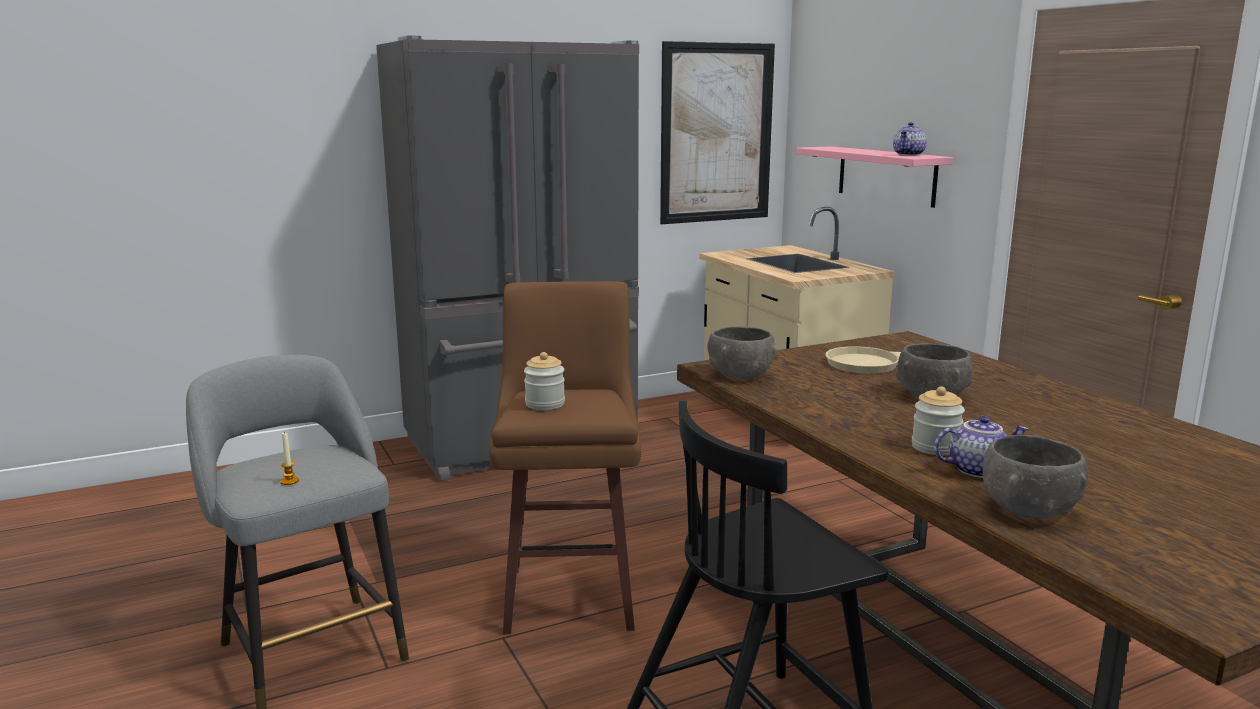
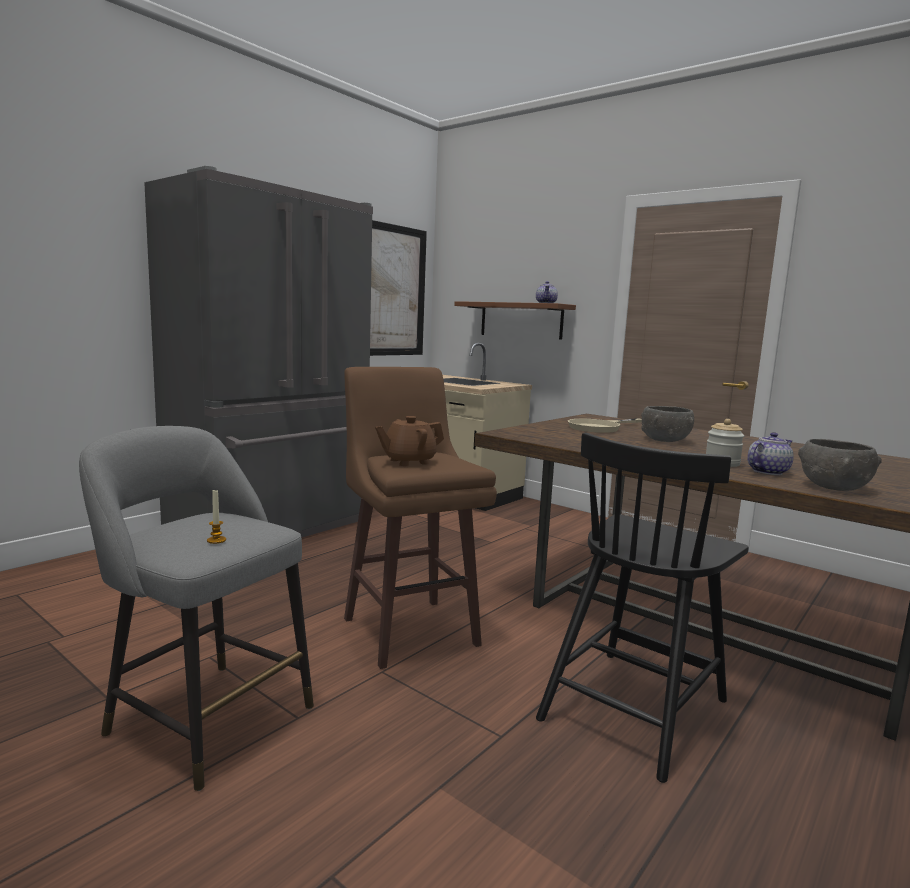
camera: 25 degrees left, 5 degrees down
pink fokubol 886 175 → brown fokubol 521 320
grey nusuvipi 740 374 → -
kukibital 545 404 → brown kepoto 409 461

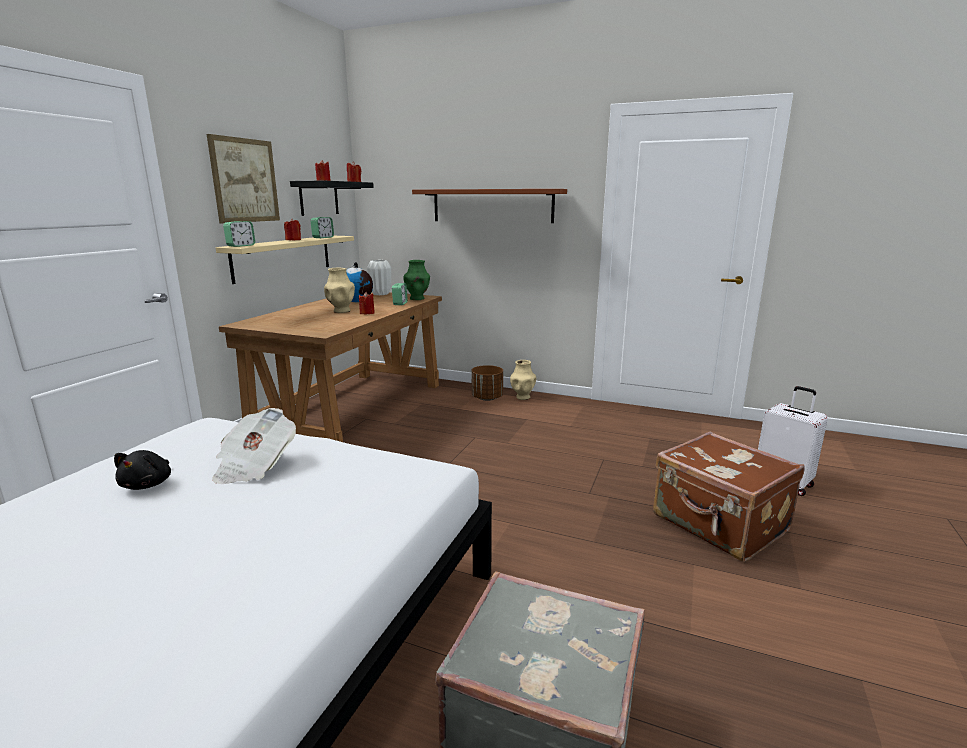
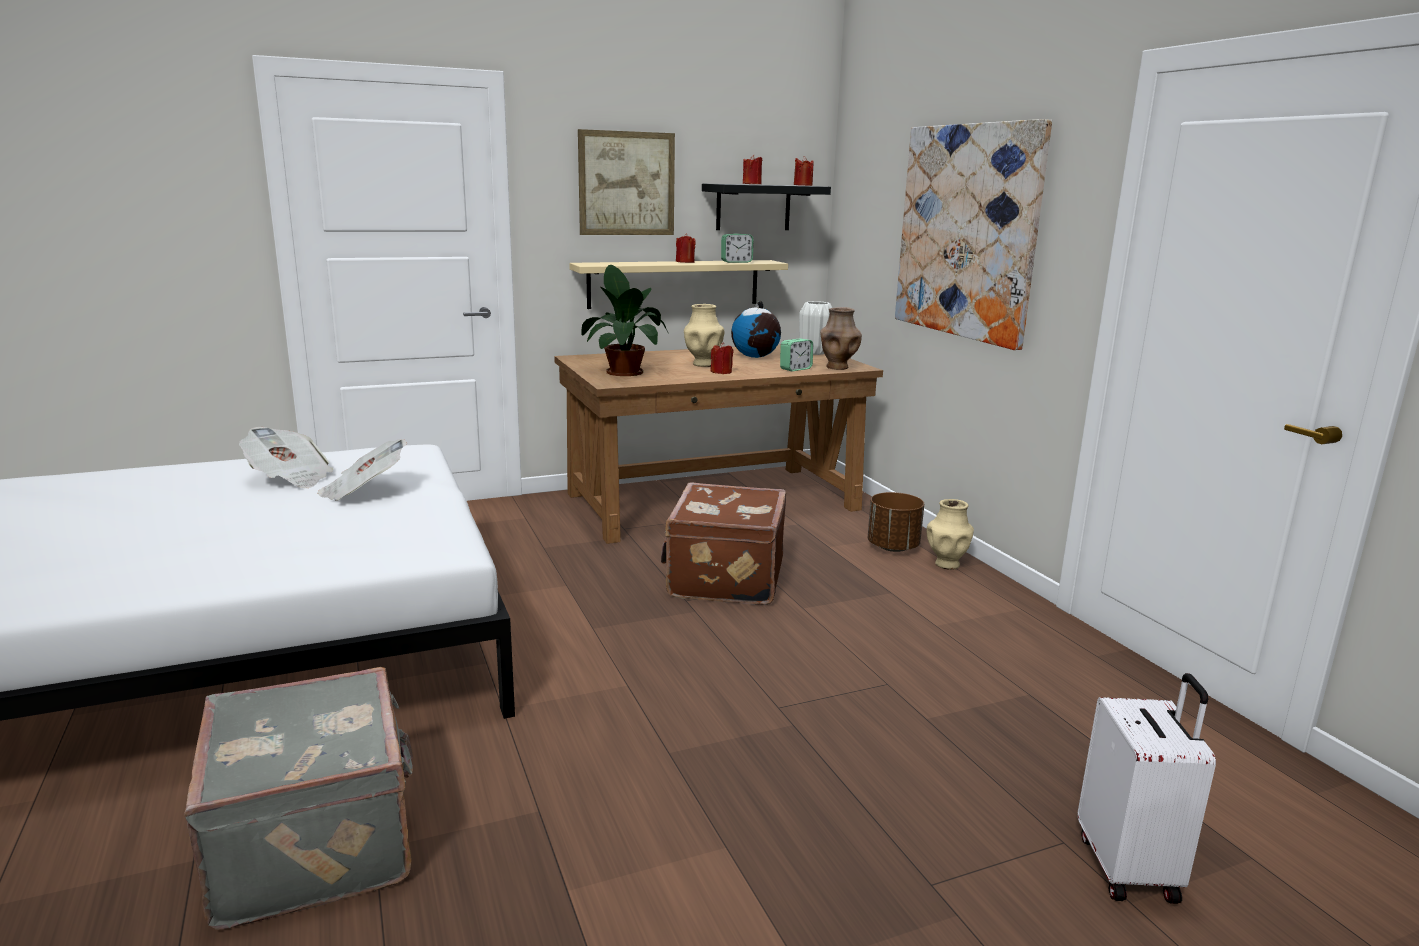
camera: 45 degrees right, 0 degrees up
brown fokubol 492 205 → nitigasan 967 232
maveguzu 241 246 → -
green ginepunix 417 299 → brown ginepunix 837 367
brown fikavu 719 524 → brown fikavu 723 579, moved
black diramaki 148 484 → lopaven 290 478
- → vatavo 624 371

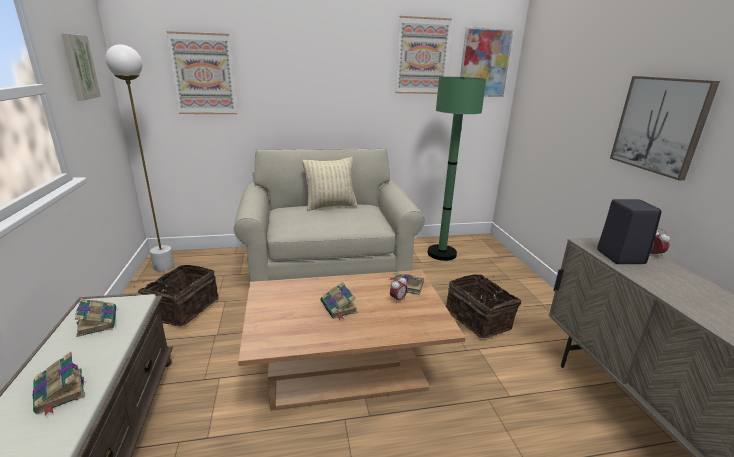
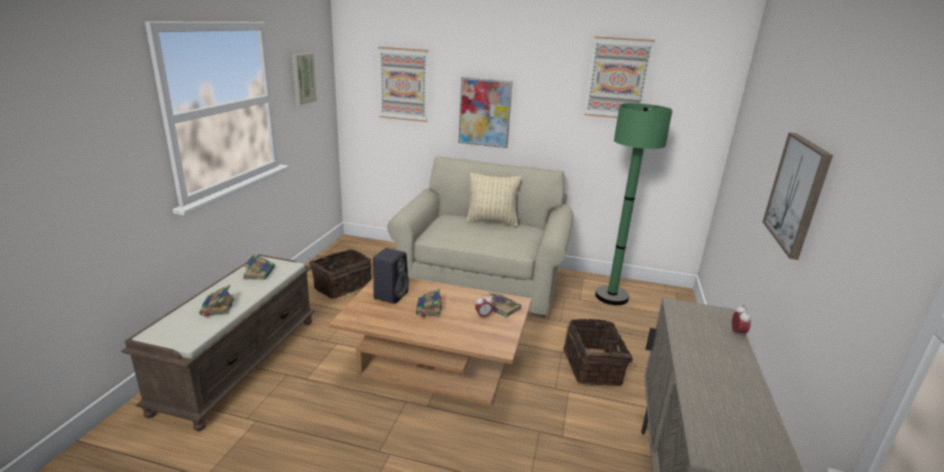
camera: 25 degrees right, 0 degrees up
nitigasan 484 63 → nitigasan 485 112, moved
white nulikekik 164 267 → -
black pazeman 619 256 → black pazeman 391 295, moved

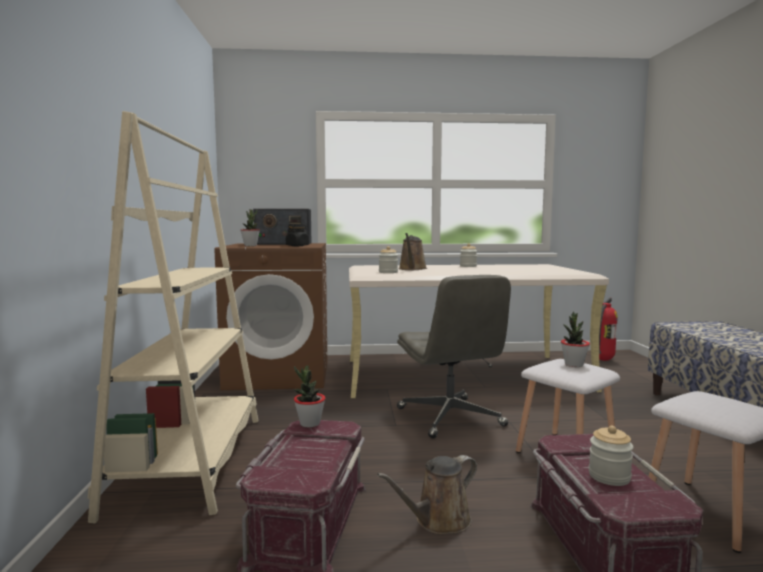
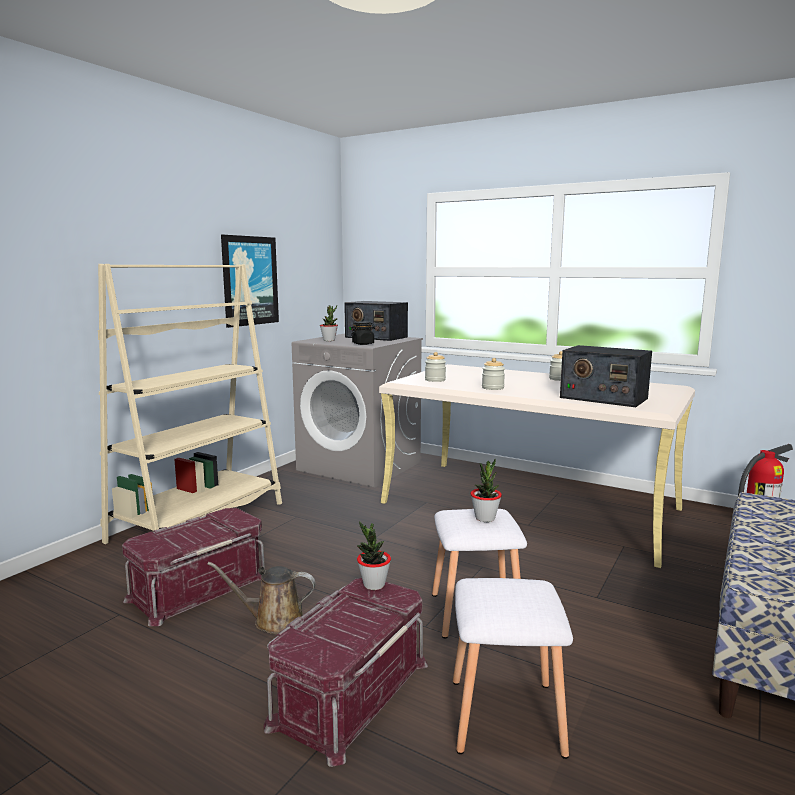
camera: 35 degrees right, 5 degrees up
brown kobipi 412 269 → -
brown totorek 280 374 → grey totorek 360 466
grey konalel 450 417 → -
vatavo 309 424 → vatavo 374 585, moved
kukibital 609 476 → kukibital 493 388, moved
- → nitigasan 249 281
- → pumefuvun 603 398

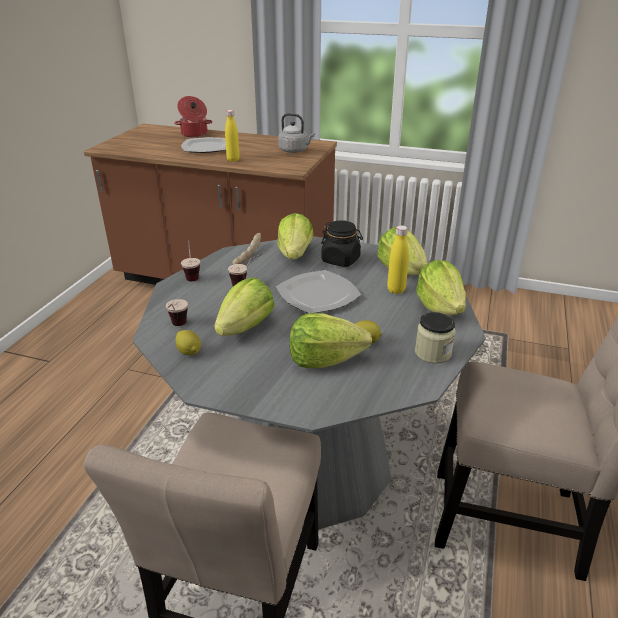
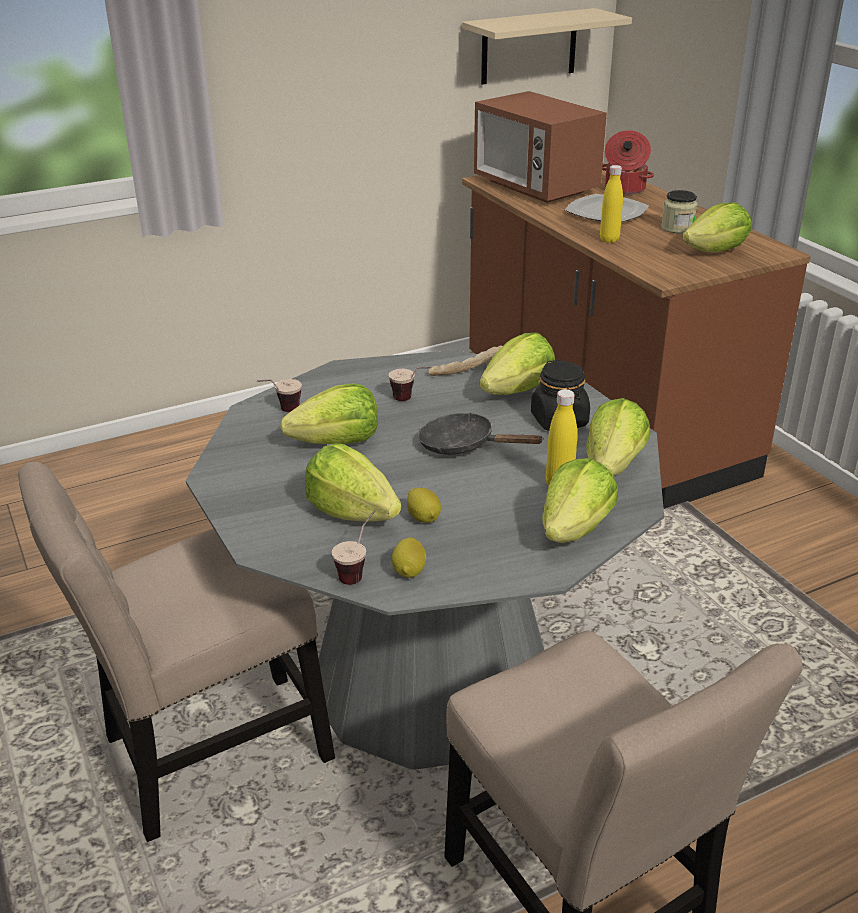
camera: 45 degrees right, 0 degrees up
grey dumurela 295 151 → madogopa 716 251
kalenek 192 275 → kalenek 359 570, moved
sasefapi 318 294 → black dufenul 464 445
kukibital 433 353 → kukibital 677 228, moved
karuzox 189 352 → karuzox 409 571, moved
- → beige fokubol 529 46
- → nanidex 535 187

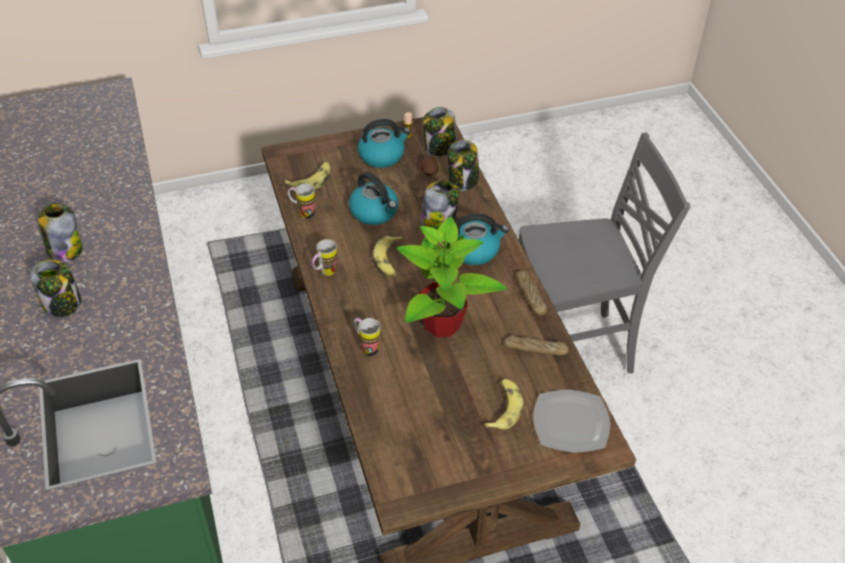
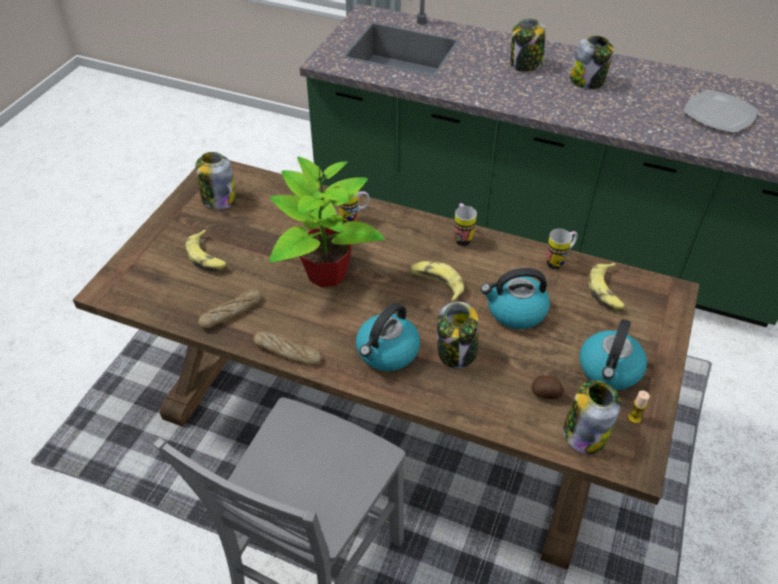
camera: 130 degrees right, 0 degrees up
kukibital 463 180 → kukibital 218 199, moved
sasefapi 571 423 → sasefapi 718 114, moved

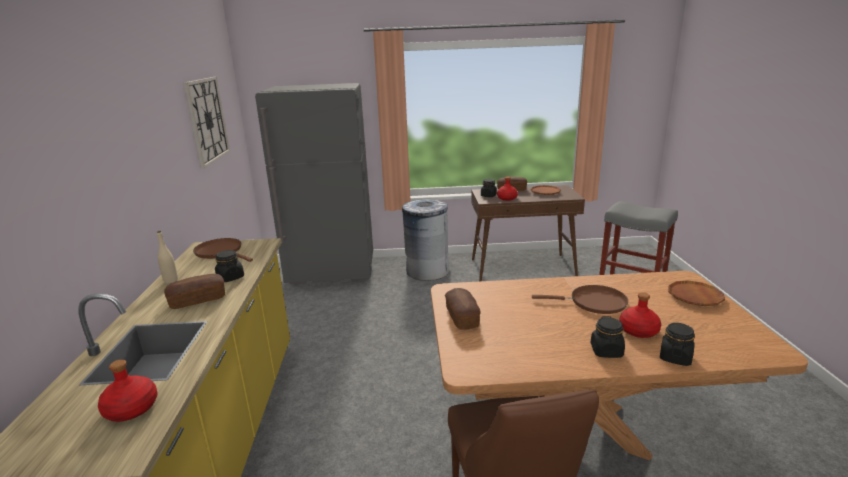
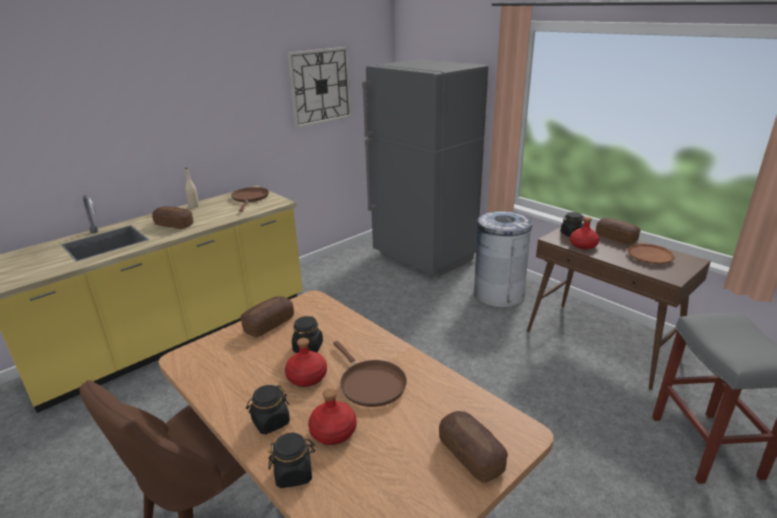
camera: 50 degrees right, 5 degrees up
black kukibital 230 277 → black kukibital 308 347, moved
brown sasefapi 695 297 → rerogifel 470 455
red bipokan 132 409 → red bipokan 307 377, moved

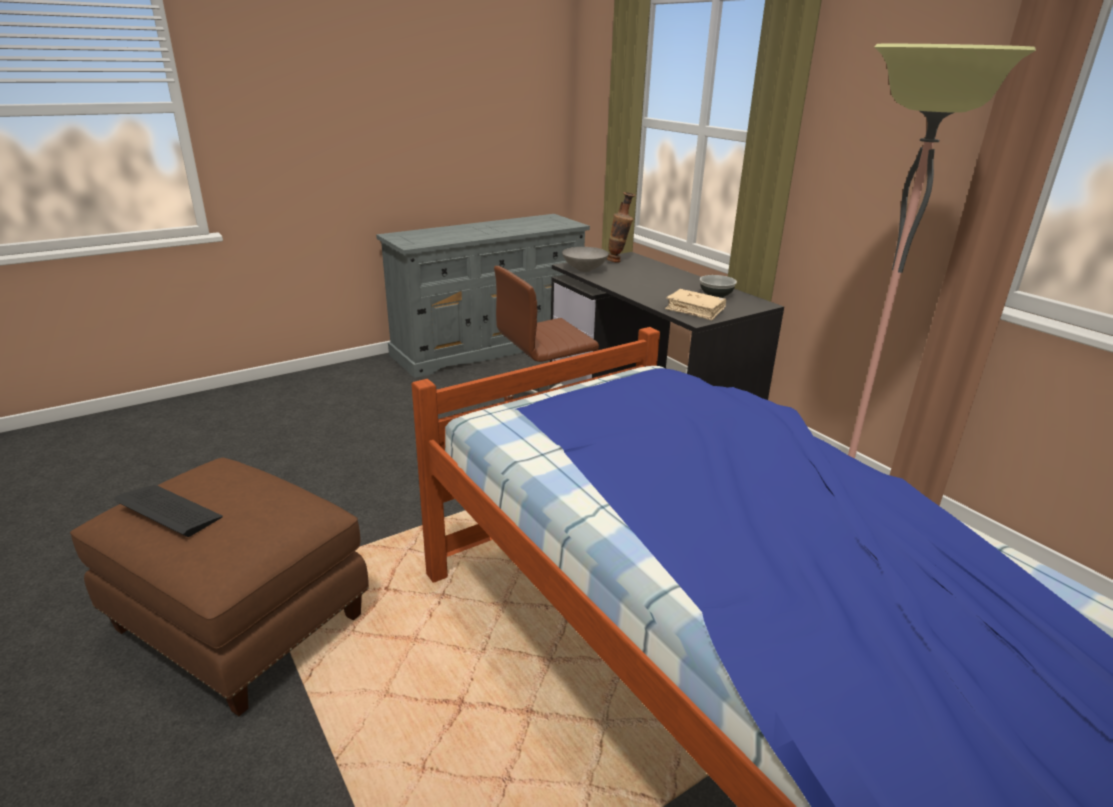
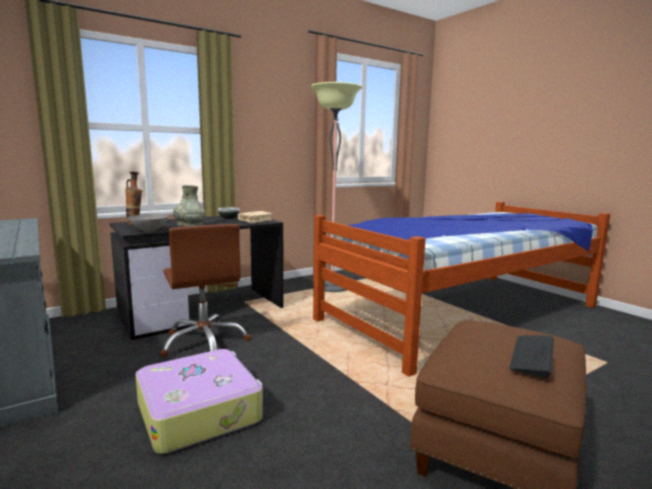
camera: 90 degrees left, 15 degrees down
- → grey ginepunix 189 225
- → fikavu 200 411

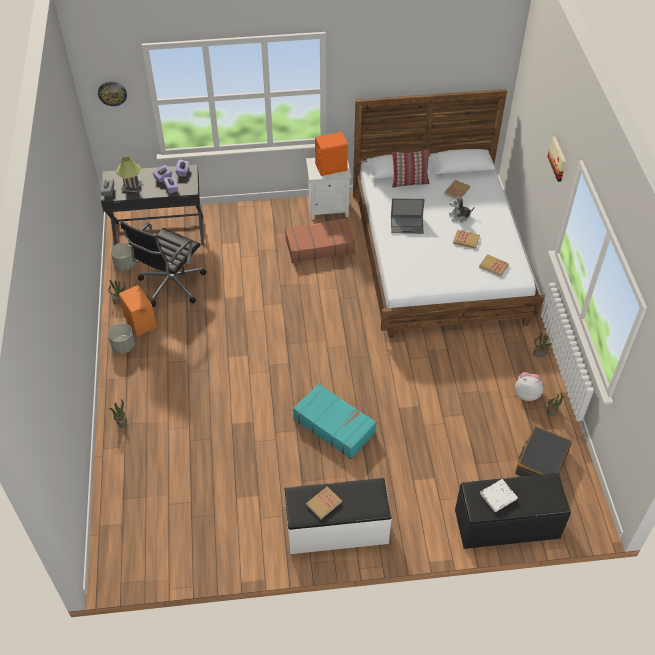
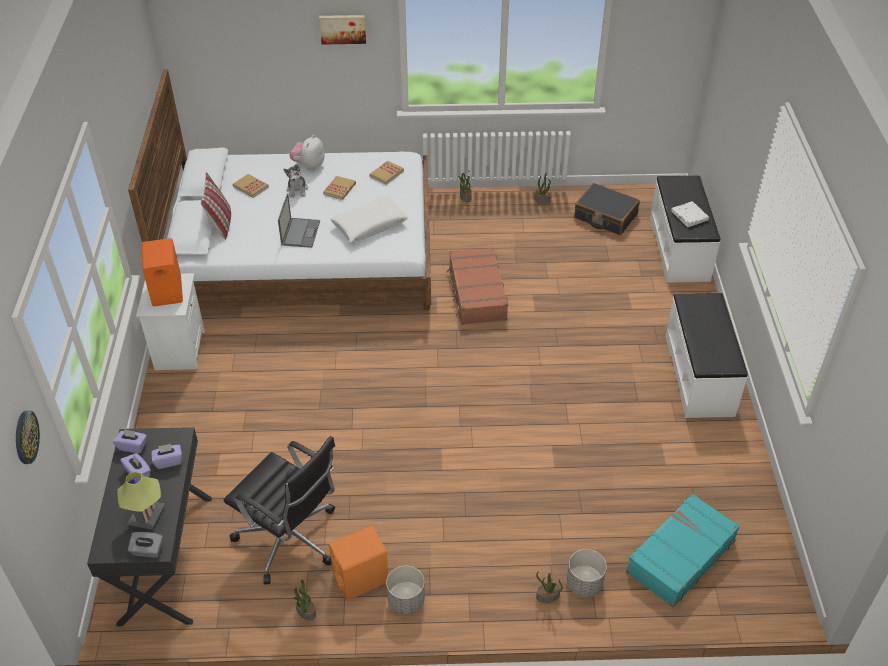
camera: 85 degrees left, 5 degrees down
brown fikavu 319 246 → brown fikavu 476 294, moved
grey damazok 125 265 → grey damazok 584 584, moved
diramaki 526 393 → diramaki 309 165, moved
turquoise fikavu 334 425 → turquoise fikavu 679 556, moved
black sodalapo 507 524 → white sodalapo 680 248
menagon 323 503 → -
- → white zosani 369 225

